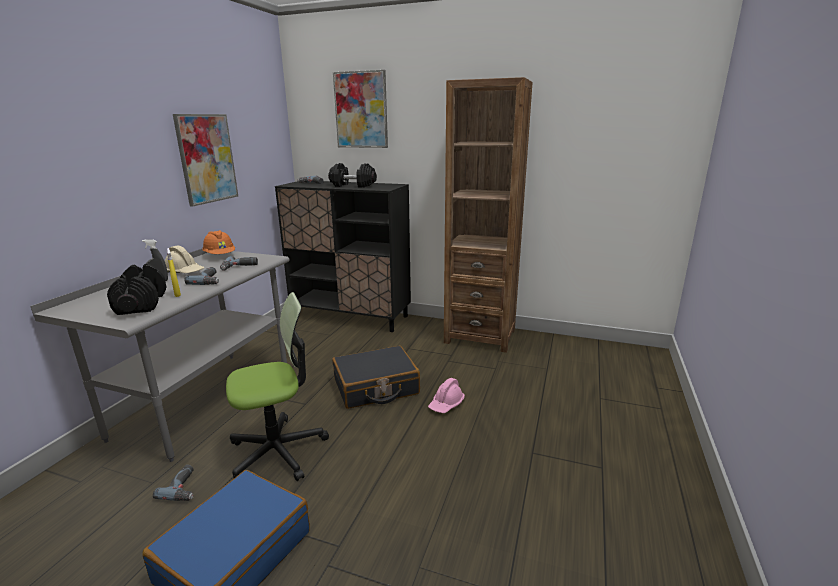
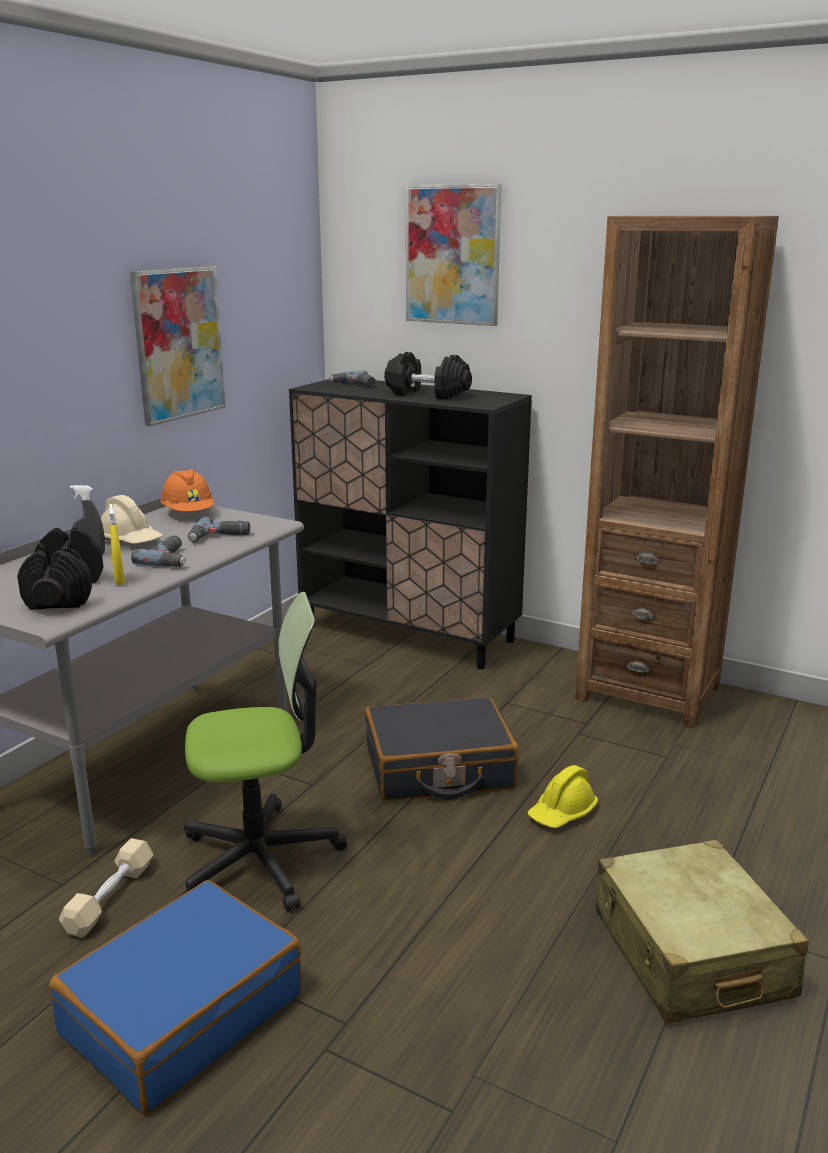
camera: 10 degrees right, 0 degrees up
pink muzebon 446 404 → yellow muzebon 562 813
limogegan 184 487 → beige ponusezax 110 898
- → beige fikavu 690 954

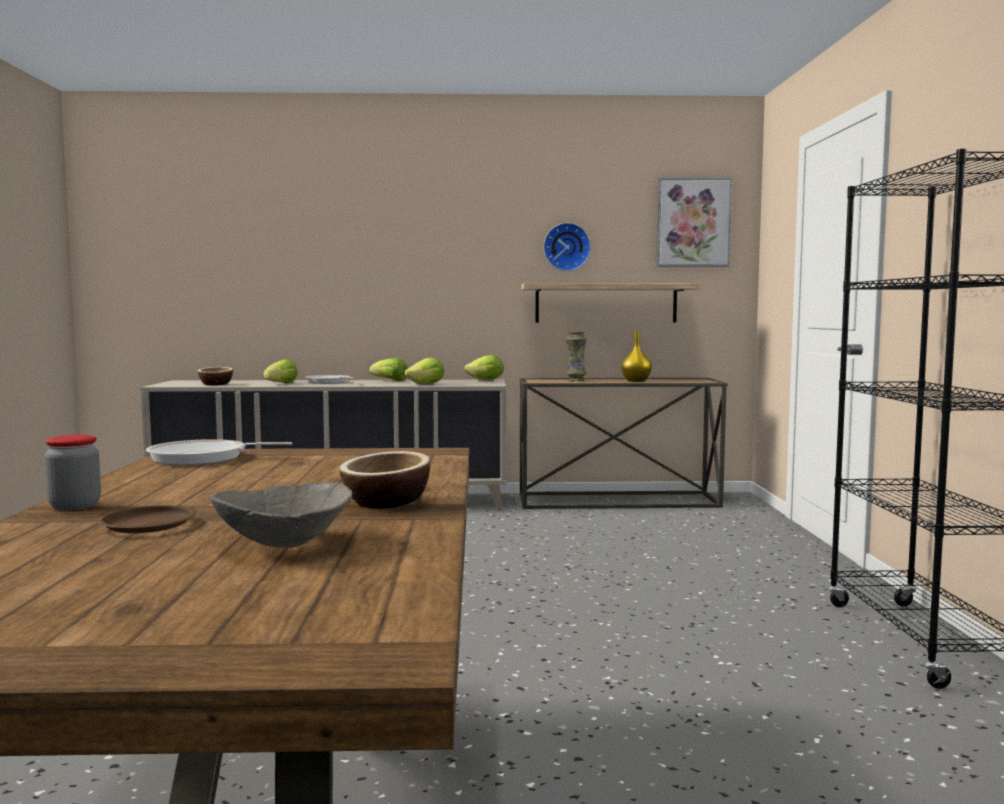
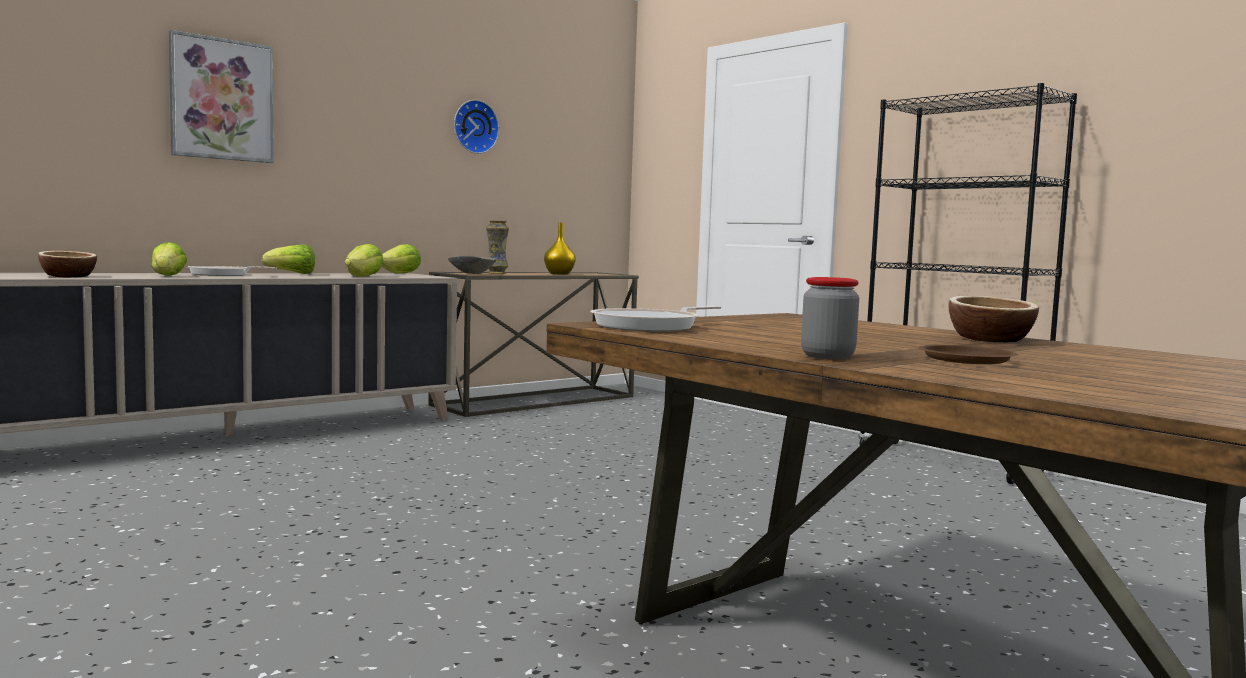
camera: 40 degrees left, 0 degrees up
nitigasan 693 222 → nitigasan 221 99, moved
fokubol 606 303 → -
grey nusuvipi 281 543 → grey nusuvipi 472 273, moved

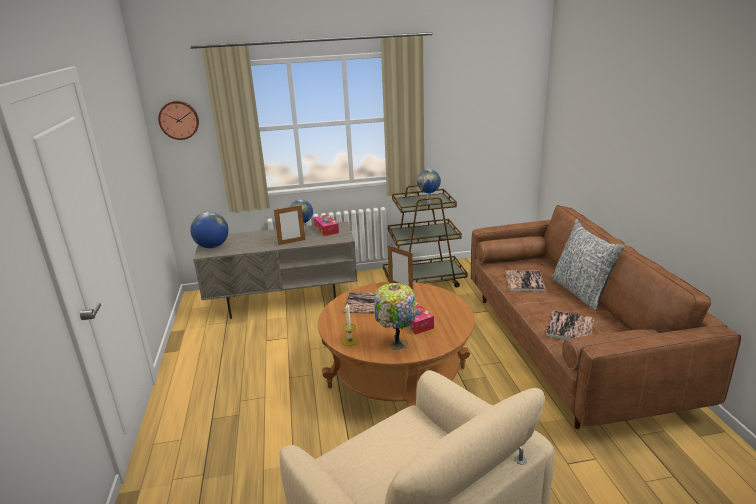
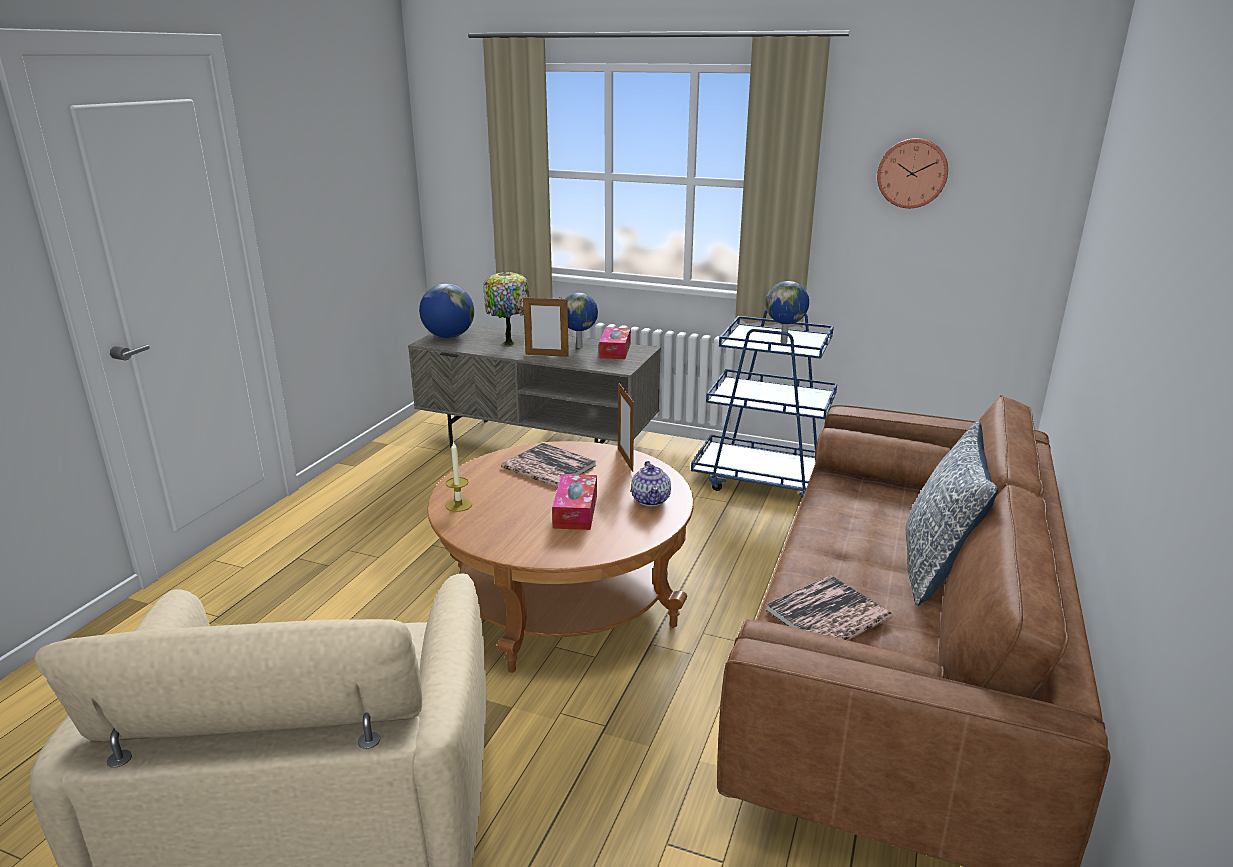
camera: 30 degrees right, 0 degrees up
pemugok 179 120 → pemugok 912 173, moved
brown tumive 424 280 → blue tumive 765 480
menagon 524 281 → -
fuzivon 396 344 → fuzivon 509 343, moved
- → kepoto 651 499

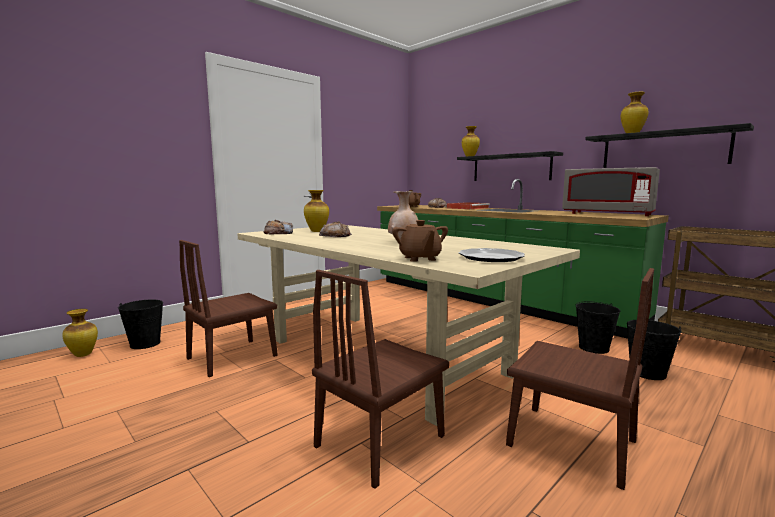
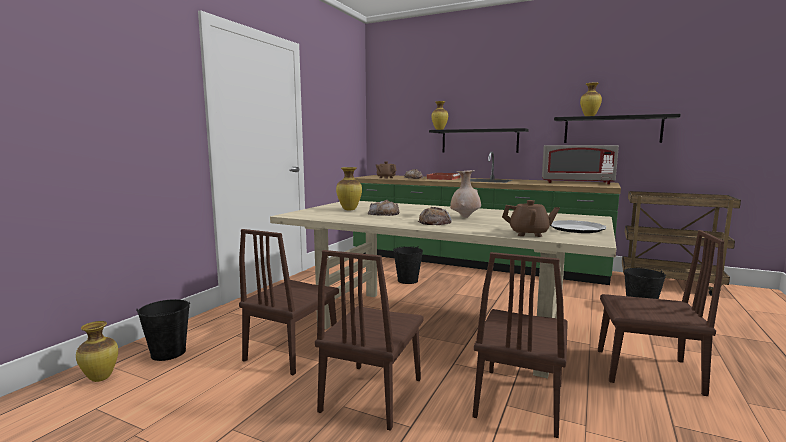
camera: 20 degrees left, 0 degrees up
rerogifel 278 233 → rerogifel 435 222, moved
brown kepoto 420 258 → brown kepoto 529 234, 45 degrees counterclockwise
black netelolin 594 348 → black netelolin 408 280, moved
- → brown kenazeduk 372 394

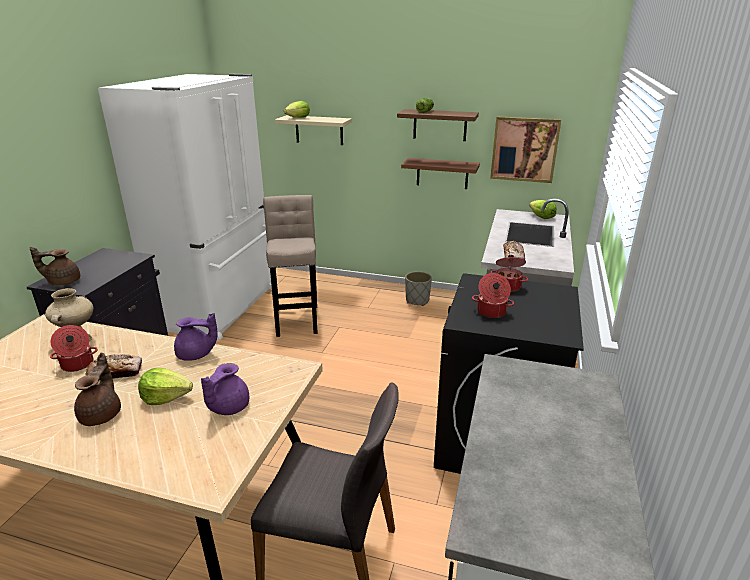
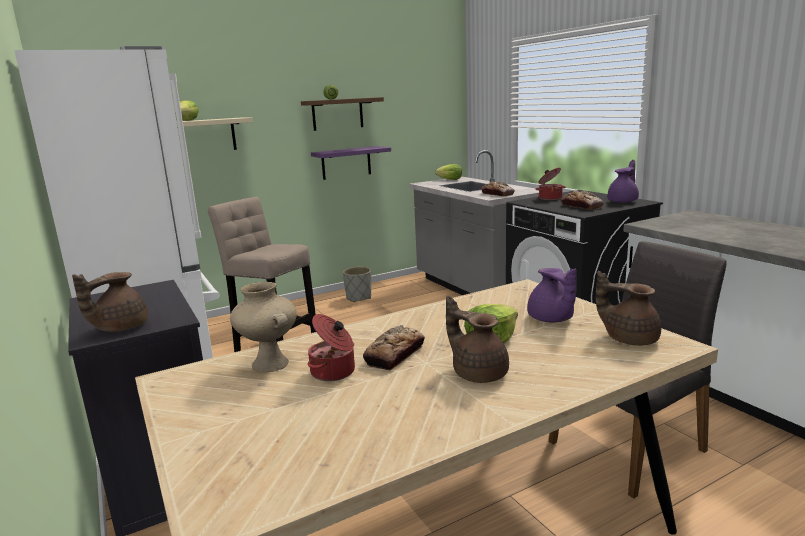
camera: 45 degrees left, 10 degrees down
nitigasan 524 149 → -
brown fokubol 442 173 → purple fokubol 346 163
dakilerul 491 312 → rerogifel 581 206
purple kepoto 196 355 → purple kepoto 623 201, moved
- → brown kepoto 629 338

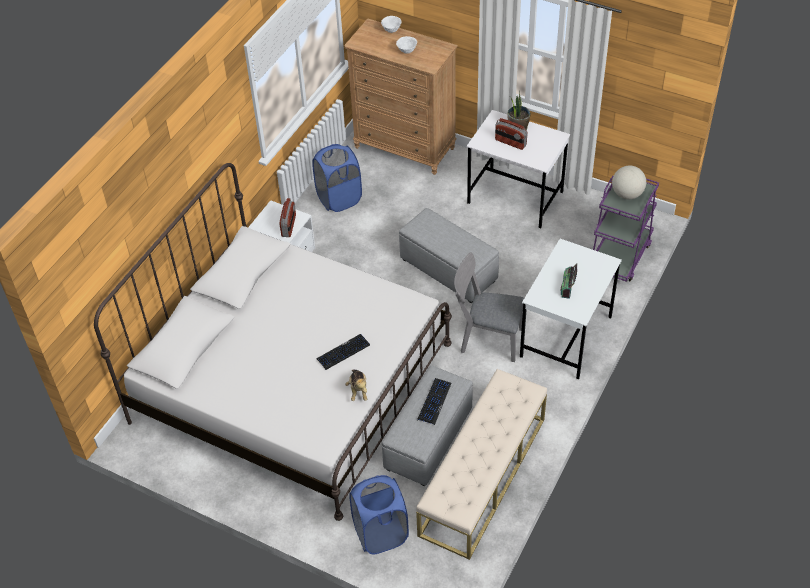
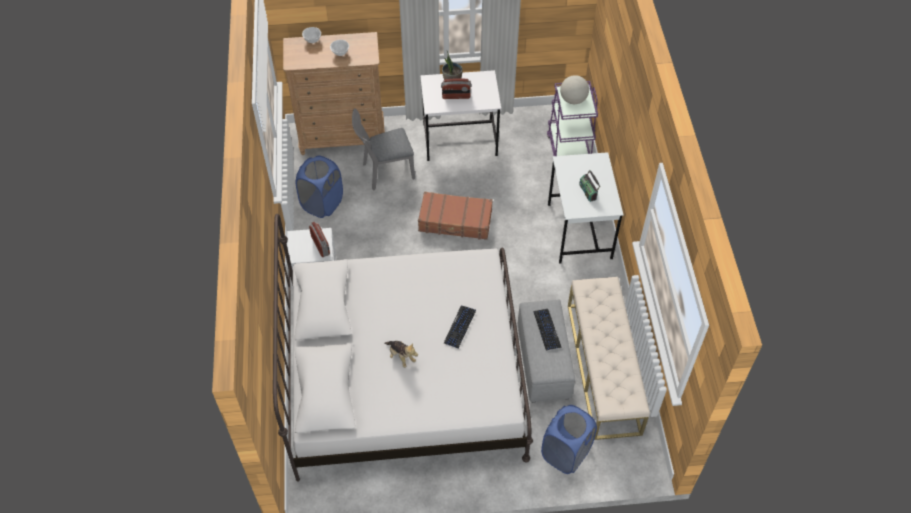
camera: 35 degrees left, 5 degrees up
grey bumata 449 270 → brown fikavu 455 221
grey kenazeduk 486 339 → grey kenazeduk 384 172, moved
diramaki 358 390 → diramaki 401 356, moved

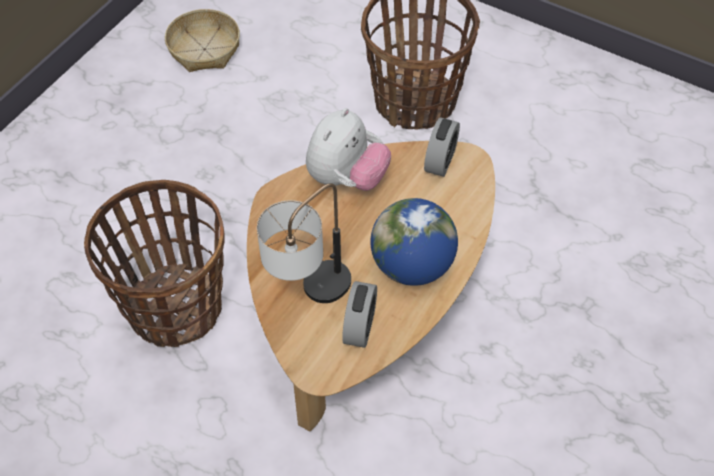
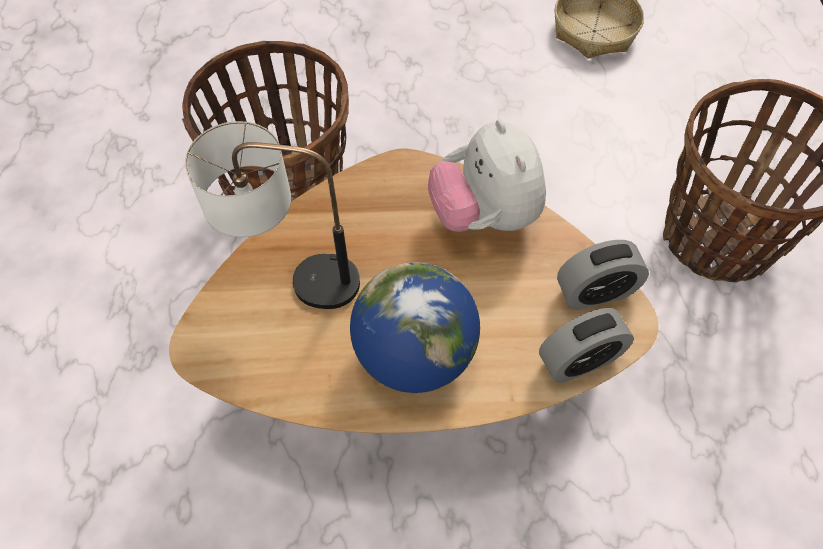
camera: 55 degrees right, 5 degrees up
diramaki 346 178 → diramaki 484 215, 75 degrees clockwise
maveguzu 359 326 → maveguzu 579 360, moved

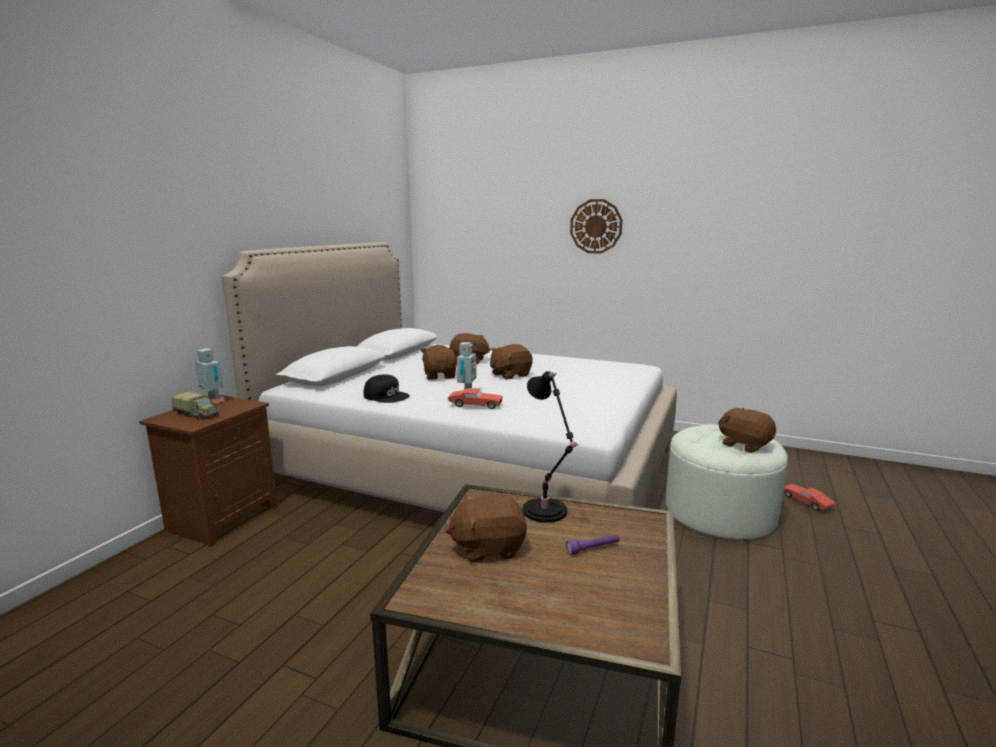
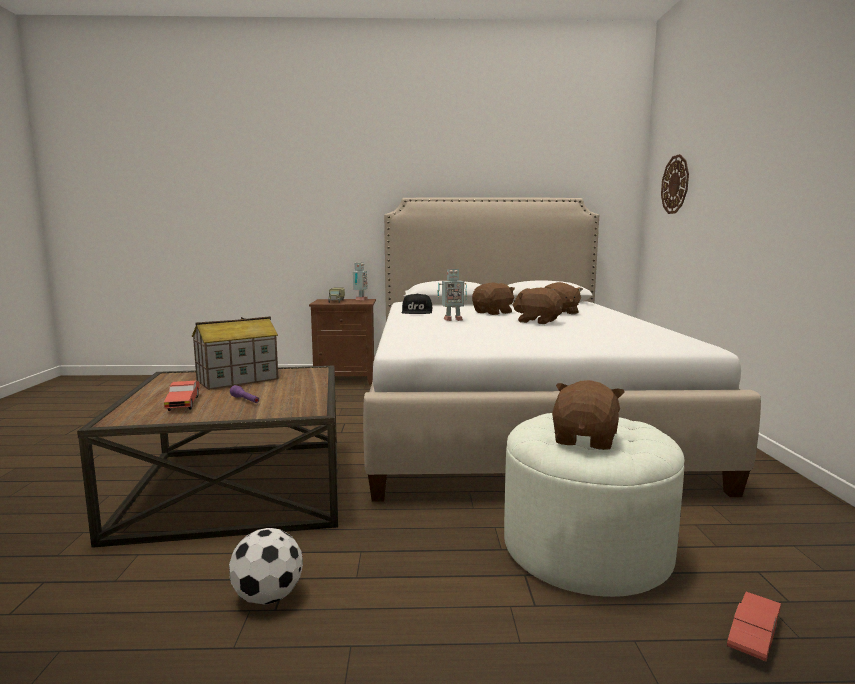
camera: 65 degrees right, 5 degrees down
pemugok 596 226 → pemugok 675 184, moved
black fuzivon 546 512 → -
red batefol 475 405 → red batefol 183 403, moved
brown diramaki 488 547 → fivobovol 237 380
- → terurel 267 597

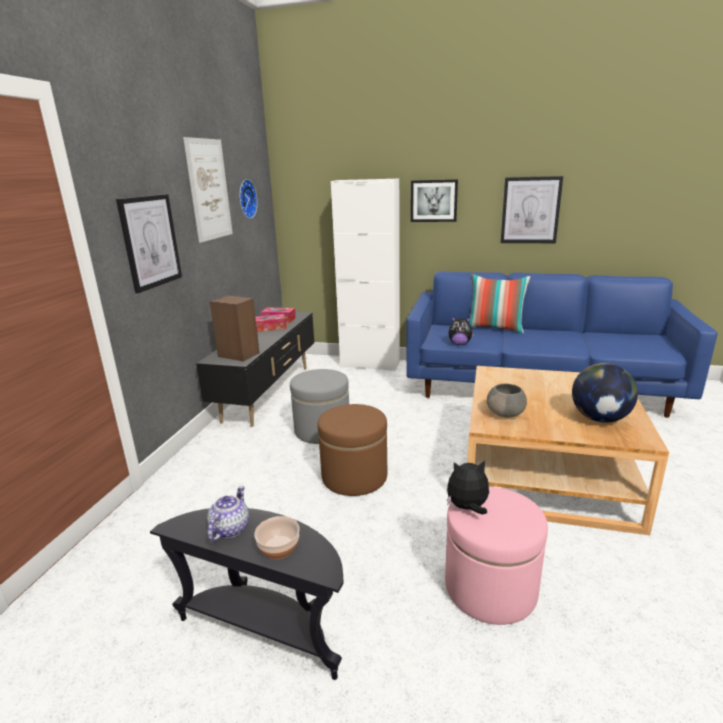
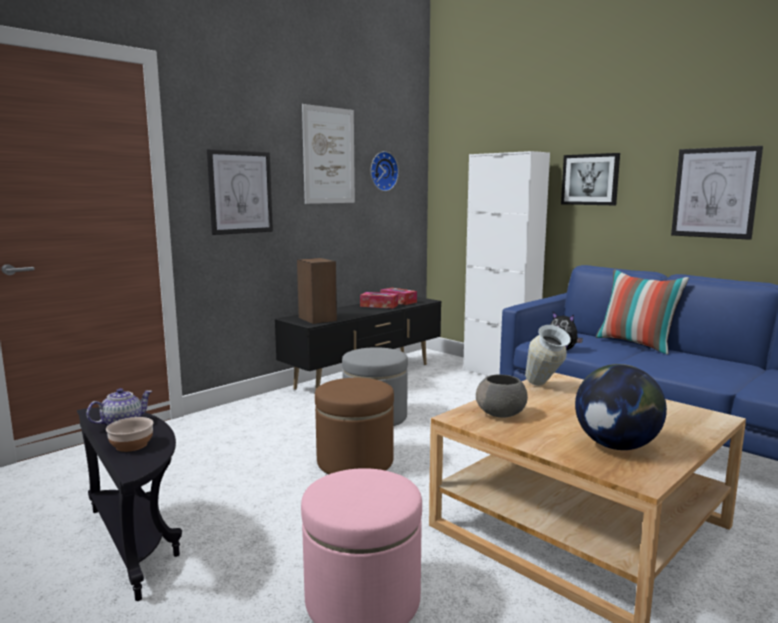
camera: 30 degrees right, 10 degrees down
diramaki 467 508 → -
- → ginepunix 544 388

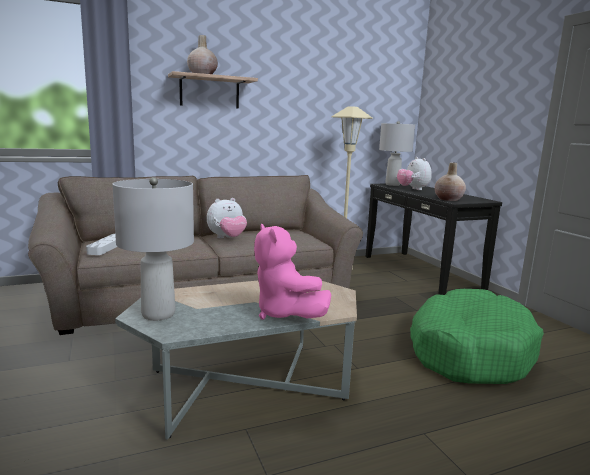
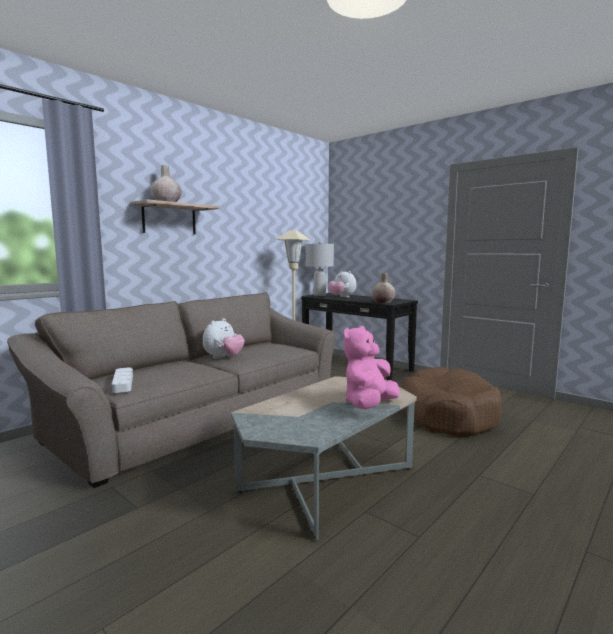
camera: 25 degrees left, 5 degrees down
grey fuzivon 159 314 → -
pink diramaki 285 313 → pink diramaki 369 405, 90 degrees clockwise
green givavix 469 351 → brown givavix 447 415

